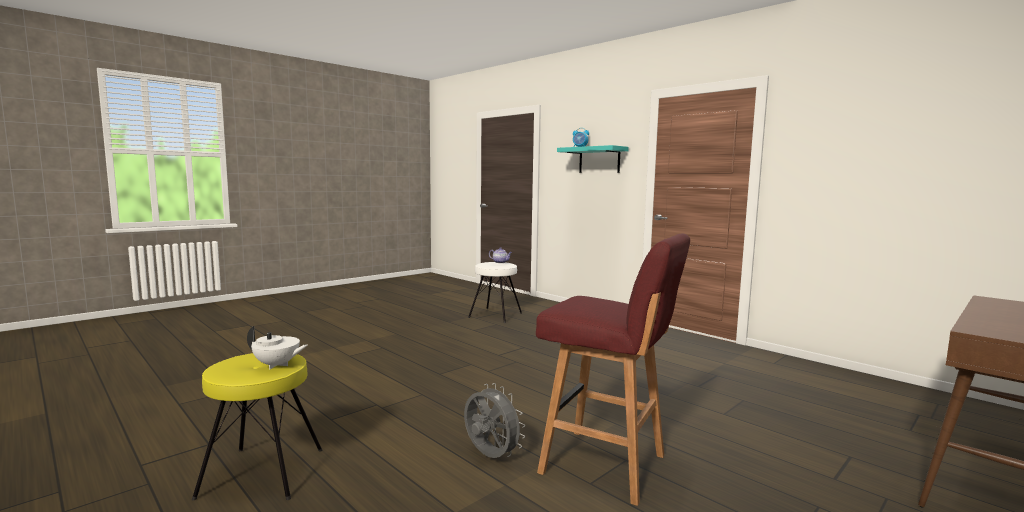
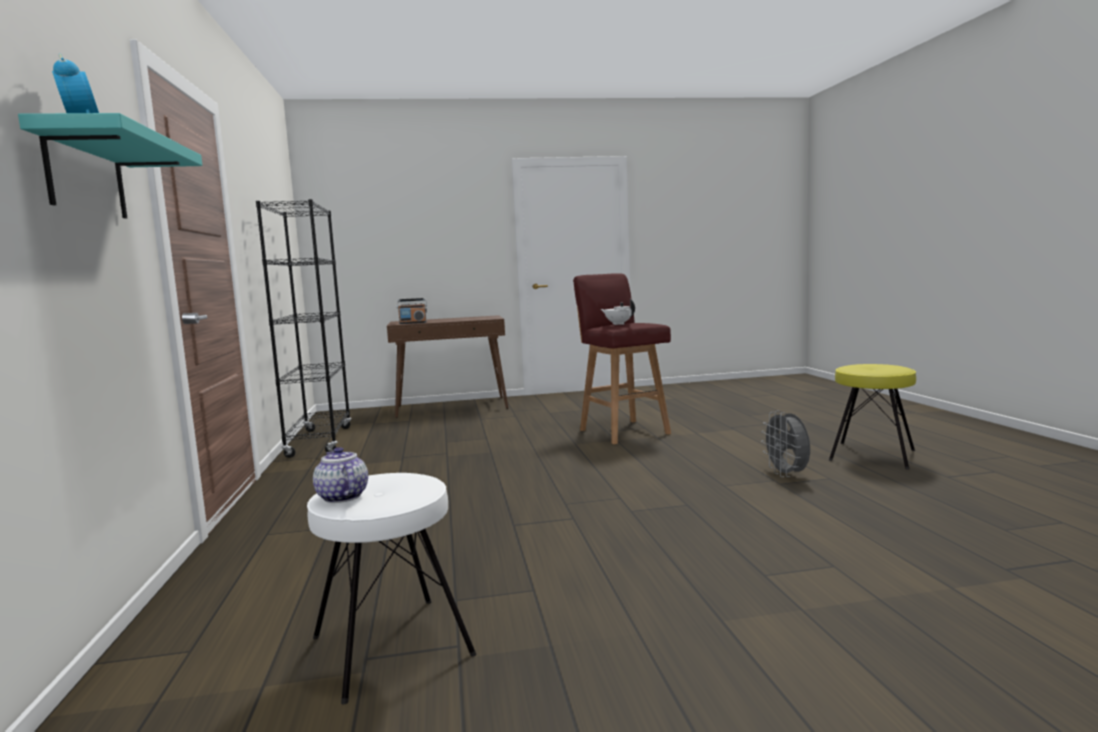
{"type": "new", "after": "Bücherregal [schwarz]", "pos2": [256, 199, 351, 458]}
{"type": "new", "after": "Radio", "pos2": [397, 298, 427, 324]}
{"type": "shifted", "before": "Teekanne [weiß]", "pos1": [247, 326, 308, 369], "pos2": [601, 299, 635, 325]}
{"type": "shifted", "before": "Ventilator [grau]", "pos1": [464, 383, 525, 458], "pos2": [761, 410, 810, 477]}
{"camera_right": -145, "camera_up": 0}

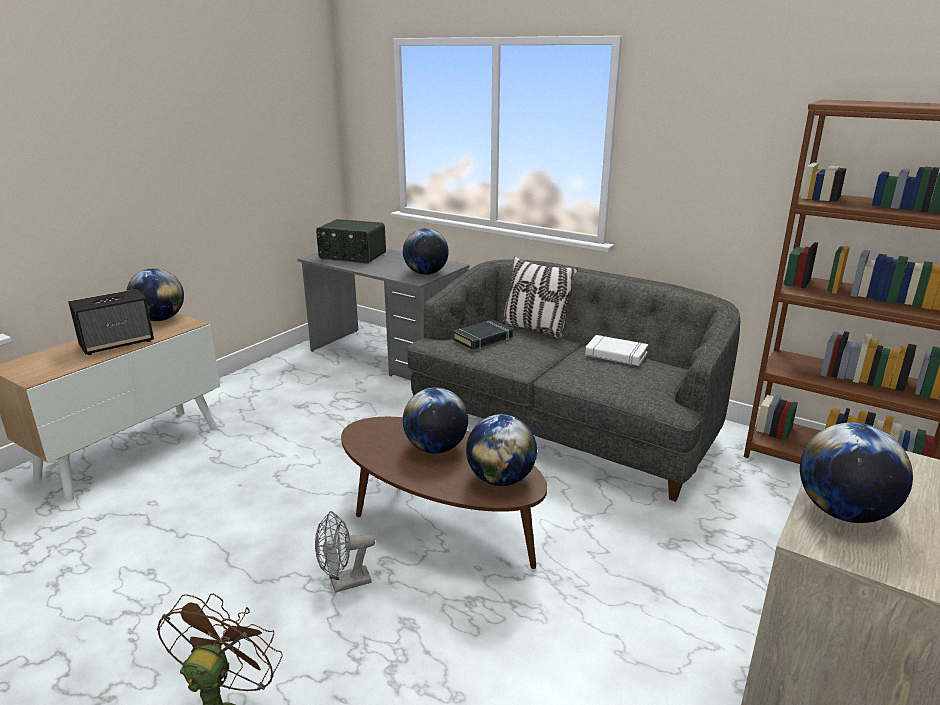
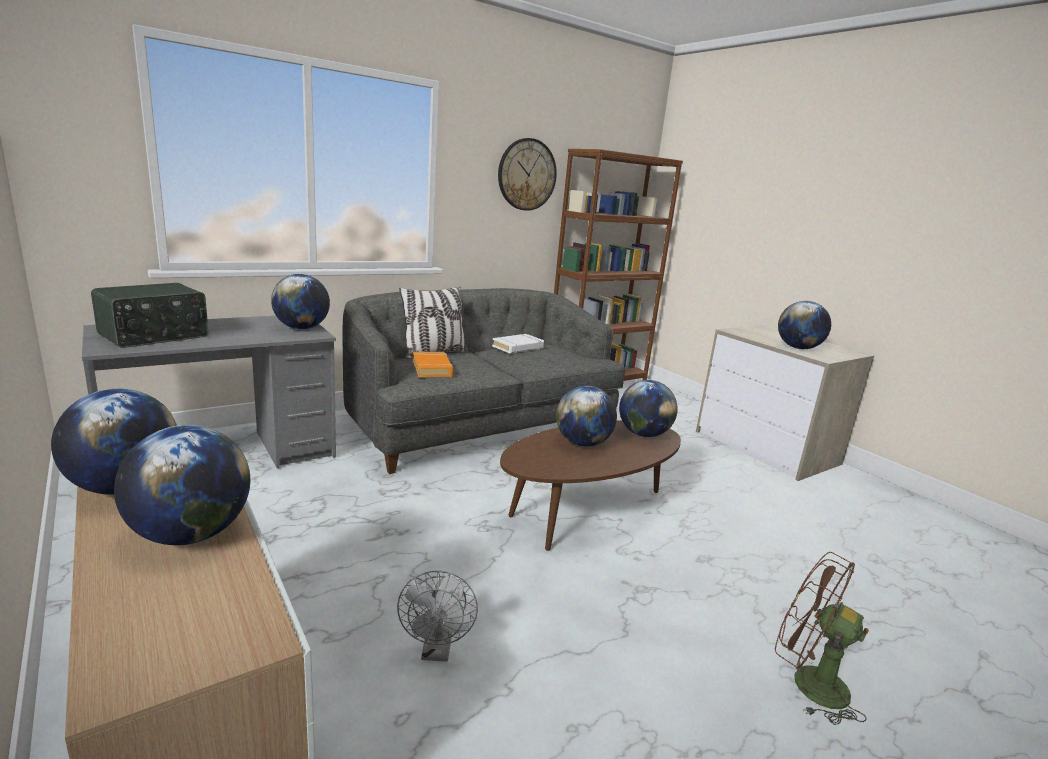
{"type": "swapped", "before": "Lautsprecher", "after": "Globus", "pos1": [68, 289, 154, 355], "pos2": [114, 425, 250, 545]}
{"type": "shifted", "before": "Ventilator [grau]", "pos1": [315, 511, 375, 593], "pos2": [397, 571, 478, 662]}
{"type": "repainted", "before": "Buch [schwarz]", "after": "Buch [orange]", "pos1": [453, 319, 513, 350], "pos2": [413, 352, 453, 377]}
{"type": "new", "after": "Wanduhr", "pos2": [498, 138, 557, 211]}
{"camera_right": -70, "camera_up": -5}

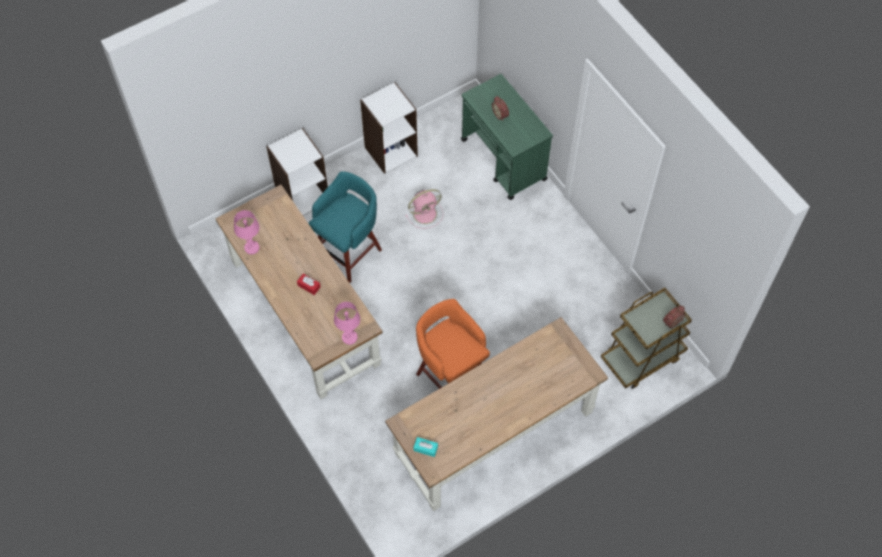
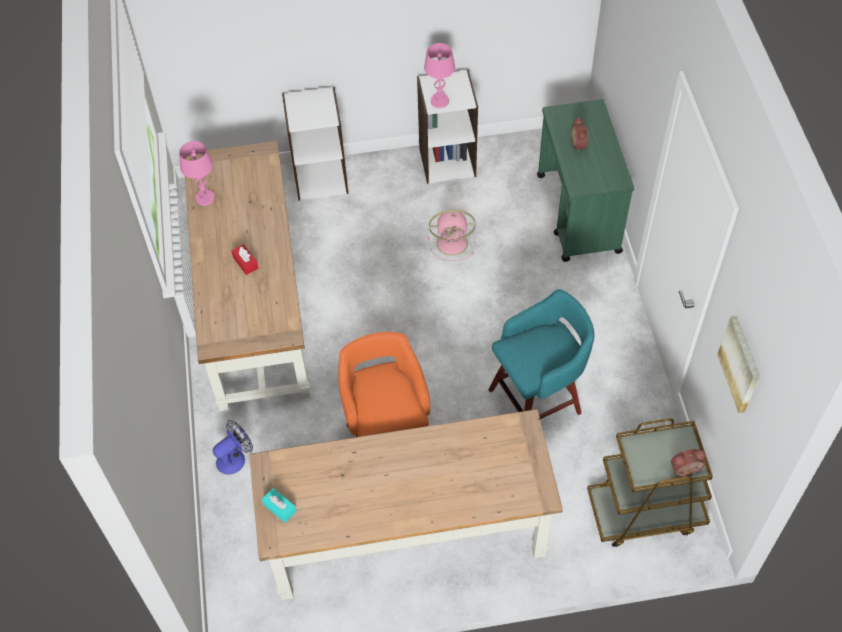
{"type": "new", "after": "Ventilator", "pos2": [213, 420, 253, 475]}
{"type": "shifted", "before": "Tischlampe [rosa]", "pos1": [334, 302, 360, 345], "pos2": [424, 43, 455, 108]}
{"type": "shifted", "before": "Hocker [türkis]", "pos1": [308, 171, 382, 283], "pos2": [489, 289, 594, 419]}
{"type": "new", "after": "Bild", "pos2": [717, 316, 760, 413]}
{"camera_right": 25, "camera_up": -5}

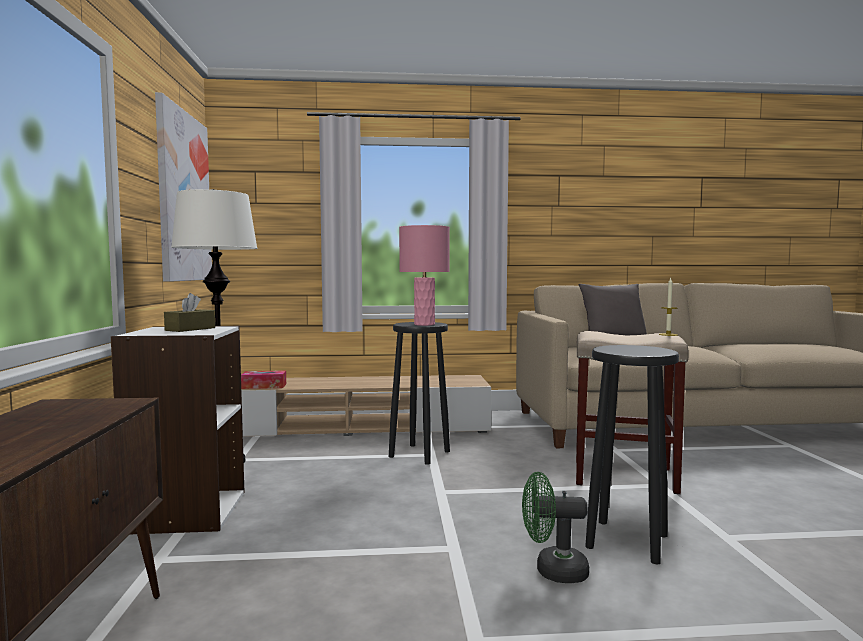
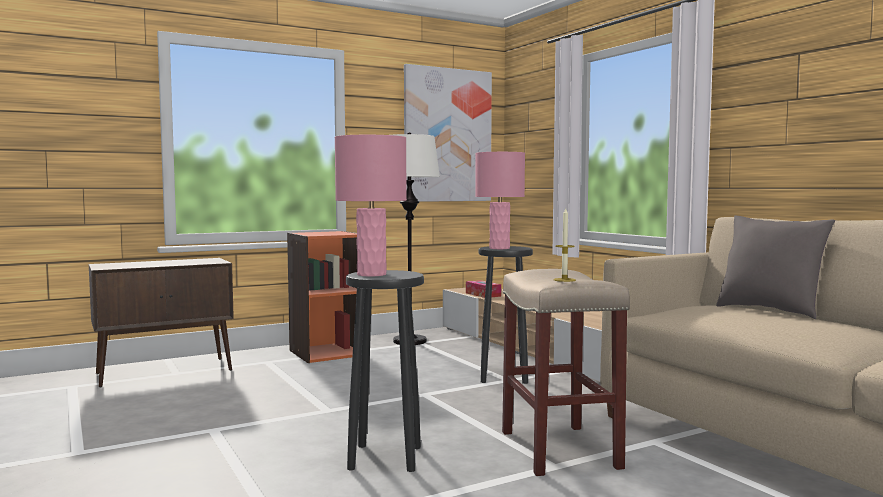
{"type": "repainted", "before": "Bücherregal [weiß]", "after": "Bücherregal [orange]", "pos1": [111, 326, 245, 534], "pos2": [287, 231, 357, 363]}
{"type": "new", "after": "Tischlampe [rosa]", "pos2": [335, 135, 407, 276]}
{"type": "gone", "before": "Taschentuchbox [braun]", "pos1": [164, 293, 215, 332]}
{"type": "gone", "before": "Ventilator [grün]", "pos1": [522, 472, 589, 583]}
{"camera_right": 65, "camera_up": 0}

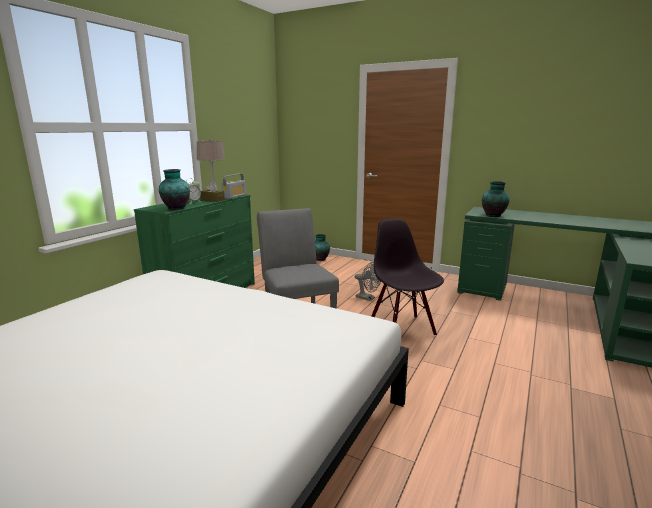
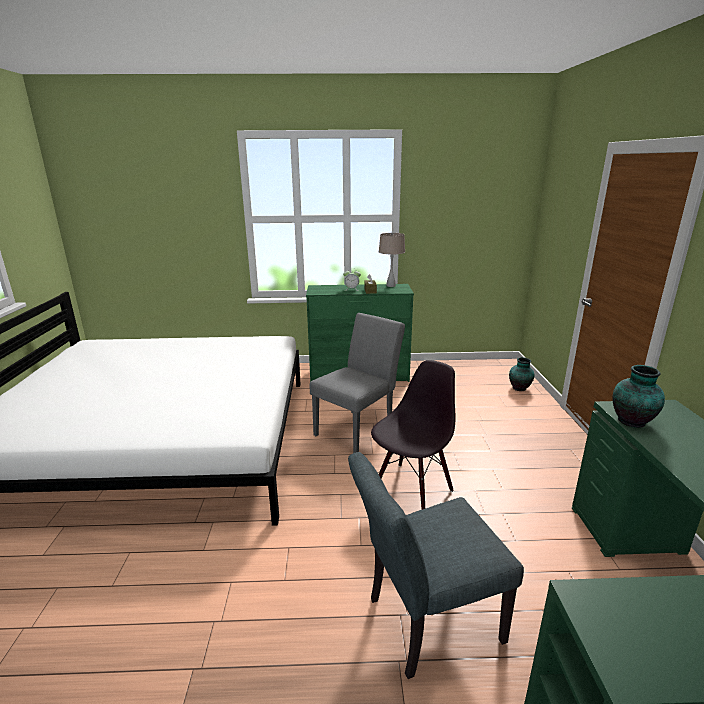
{"type": "new", "after": "Stuhl [grau]", "pos2": [348, 452, 524, 679]}
{"type": "gone", "before": "Vase", "pos1": [159, 169, 190, 210]}
{"type": "gone", "before": "Radio", "pos1": [222, 174, 246, 199]}
{"type": "gone", "before": "Ventilator [grau]", "pos1": [355, 262, 381, 301]}
{"camera_right": 60, "camera_up": 5}

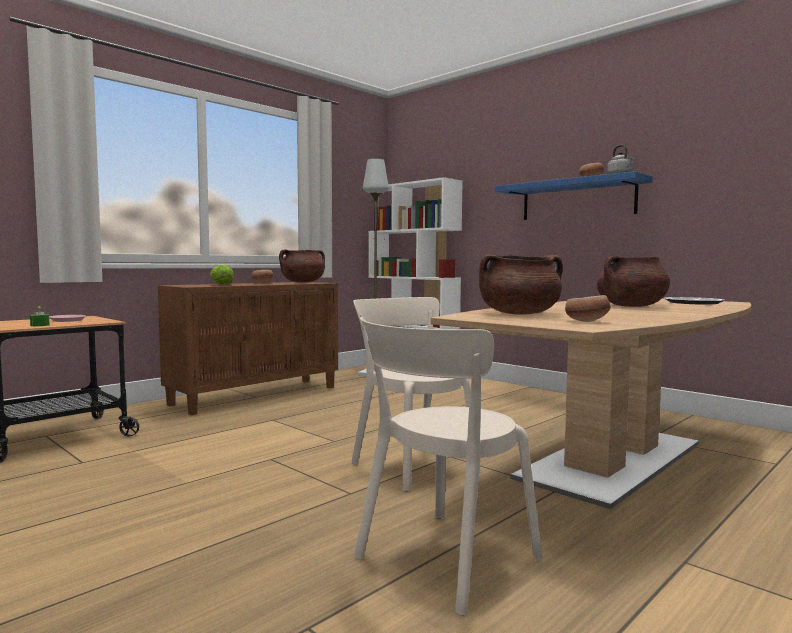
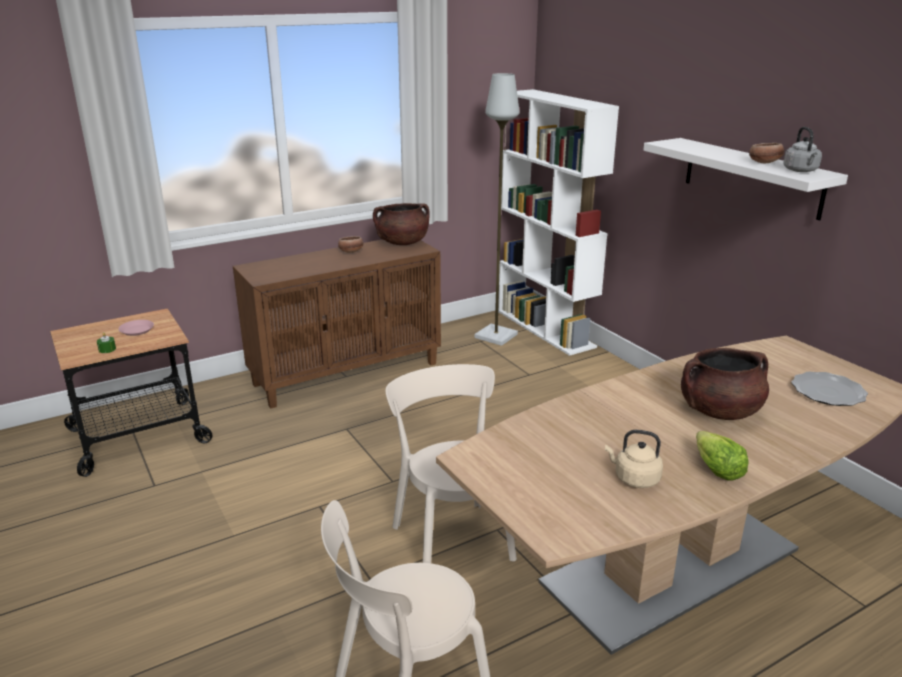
{"type": "new", "after": "Wasserkessel [beige]", "pos2": [605, 430, 663, 488]}
{"type": "repainted", "before": "Wandregal [blau]", "after": "Wandregal [weiß]", "pos1": [495, 171, 653, 220], "pos2": [643, 138, 848, 221]}
{"type": "shifted", "before": "Salatkopf", "pos1": [210, 265, 234, 285], "pos2": [696, 431, 749, 481]}
{"type": "gone", "before": "Kochtopf [braun]", "pos1": [479, 254, 563, 315]}
{"type": "gone", "before": "Schüssel", "pos1": [565, 295, 610, 322]}
{"camera_right": 15, "camera_up": 20}

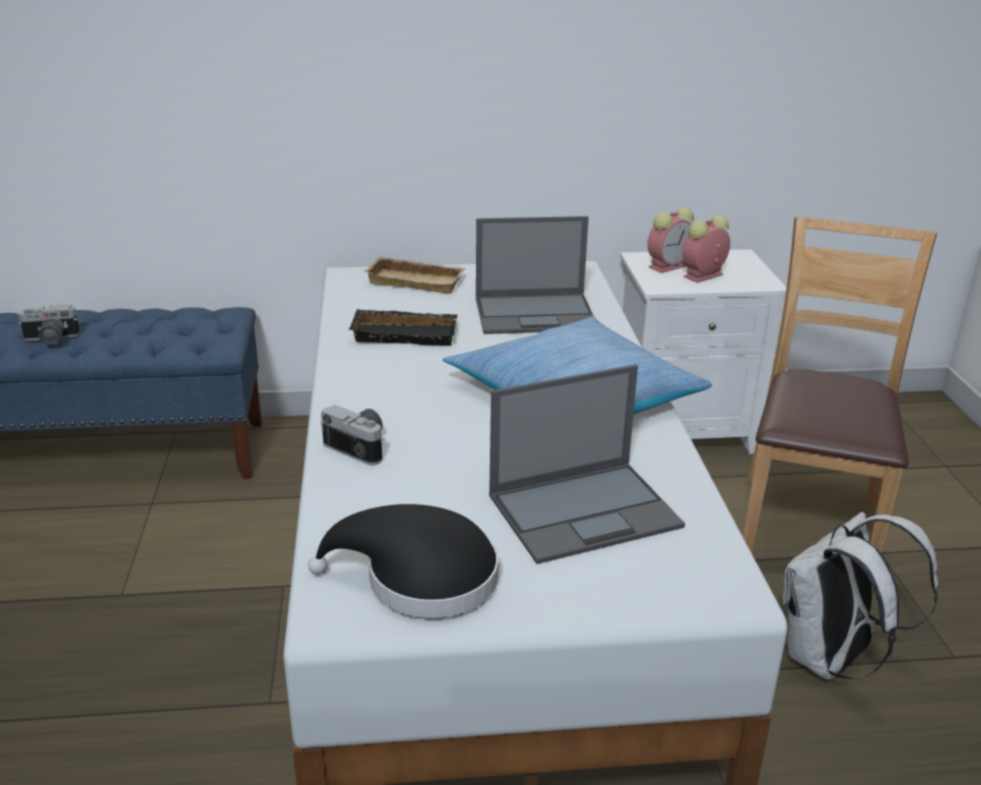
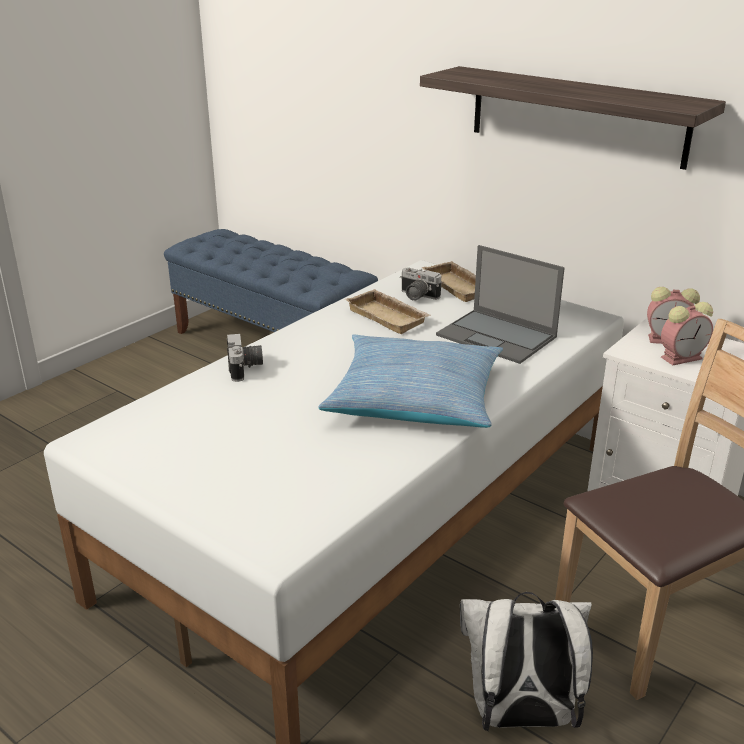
{"type": "repainted", "before": "Tablett [schwarz]", "after": "Tablett [beige]", "pos1": [349, 309, 458, 346], "pos2": [345, 289, 431, 334]}
{"type": "shifted", "before": "Kamera", "pos1": [18, 304, 80, 345], "pos2": [400, 268, 442, 301]}
{"type": "new", "after": "Wandregal", "pos2": [420, 66, 726, 170]}
{"type": "rotated", "before": "Wecker", "pos1": [682, 216, 730, 283], "pos2": [661, 302, 713, 365], "turn": 150}
{"type": "gone", "before": "Hut [schwarz]", "pos1": [308, 504, 498, 618]}
{"type": "gone", "before": "Laptop", "pos1": [489, 364, 685, 564]}
{"camera_right": 45, "camera_up": 0}

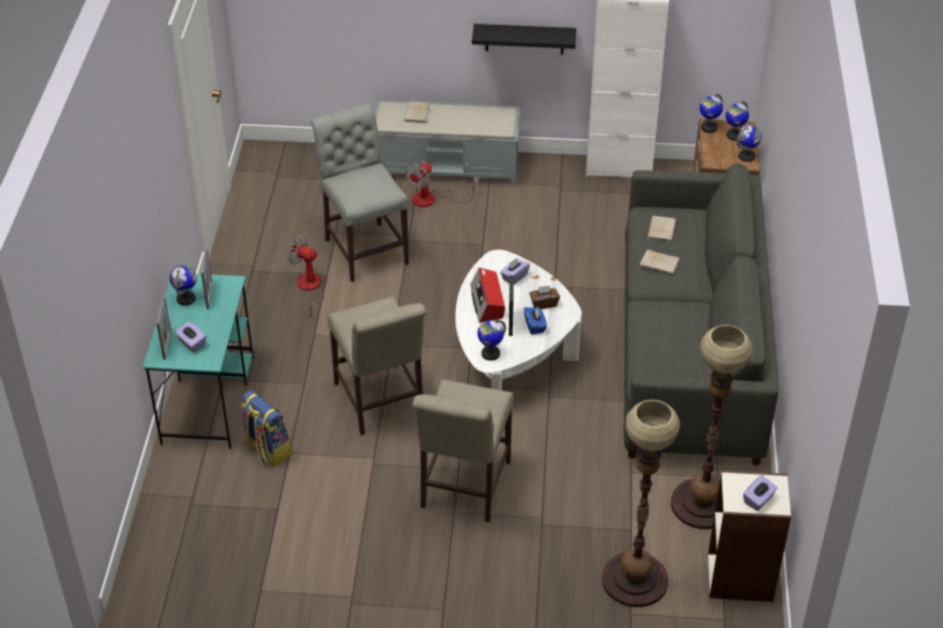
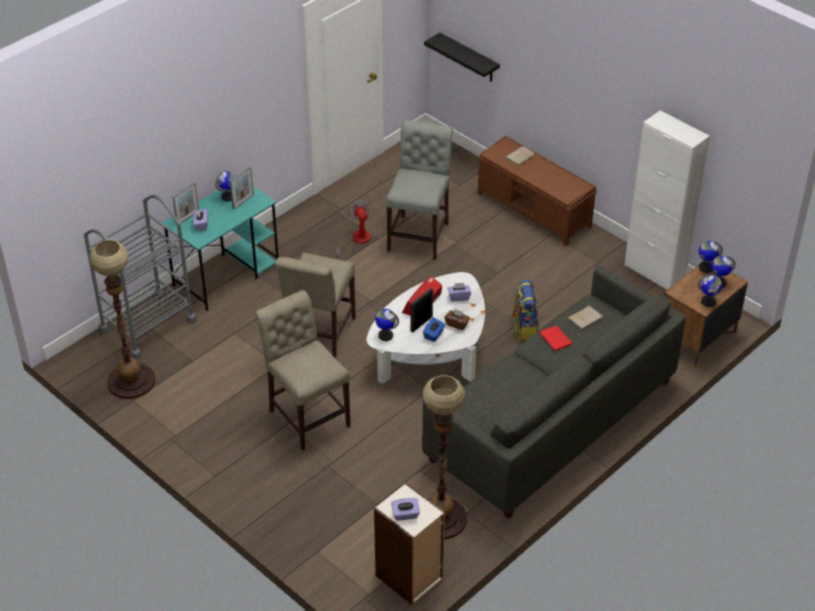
{"type": "new", "after": "Rollwagen [grau]", "pos2": [84, 195, 197, 359]}
{"type": "shifted", "before": "Stehlampe", "pos1": [602, 400, 680, 607], "pos2": [89, 240, 155, 399]}
{"type": "rotated", "before": "Stuhl [beige]", "pos1": [412, 379, 514, 522], "pos2": [255, 290, 351, 451], "turn": 90}
{"type": "shifted", "before": "Wandregal [schwarz]", "pos1": [472, 24, 576, 54], "pos2": [424, 33, 500, 82]}
{"type": "repainted", "before": "Bank [grau]", "after": "Bank [braun]", "pos1": [375, 100, 520, 186], "pos2": [478, 136, 597, 246]}
{"type": "shifted", "before": "Rucksack", "pos1": [240, 390, 291, 467], "pos2": [511, 279, 539, 340]}
{"type": "repainted", "before": "Buch [beige]", "after": "Buch [rot]", "pos1": [640, 249, 679, 274], "pos2": [539, 325, 572, 351]}
{"type": "gone", "before": "Ventilator", "pos1": [405, 162, 479, 207]}
{"camera_right": 40, "camera_up": 0}

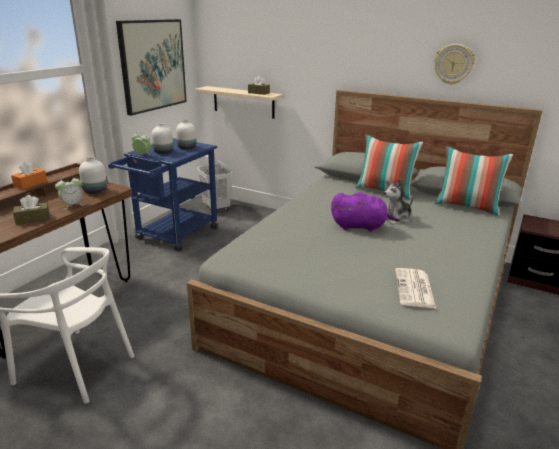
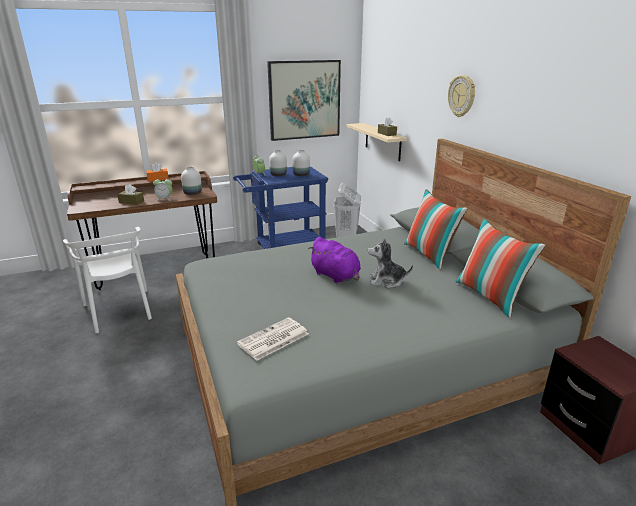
{"type": "shifted", "before": "Wanduhr", "pos1": [434, 44, 475, 85], "pos2": [448, 75, 475, 117]}
{"camera_right": 40, "camera_up": 0}

